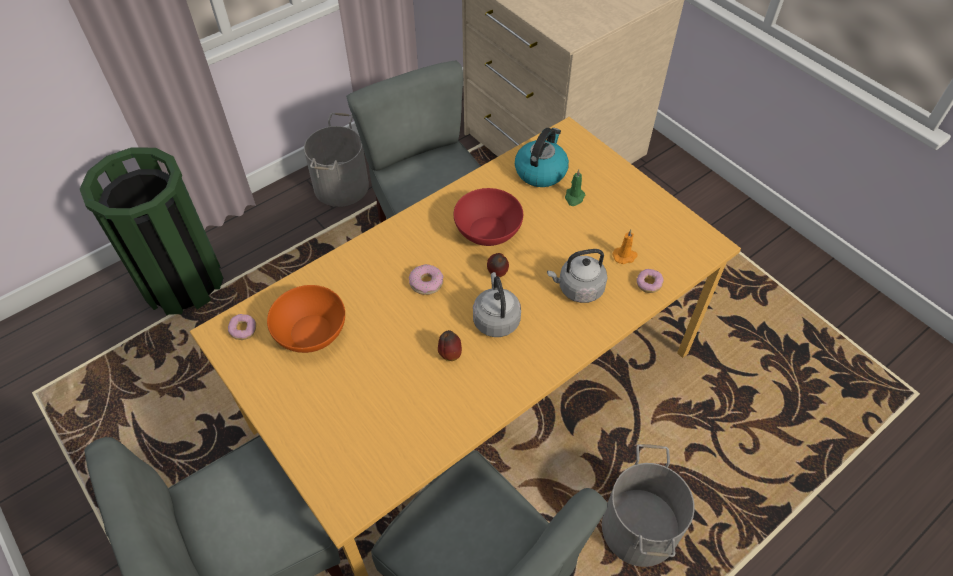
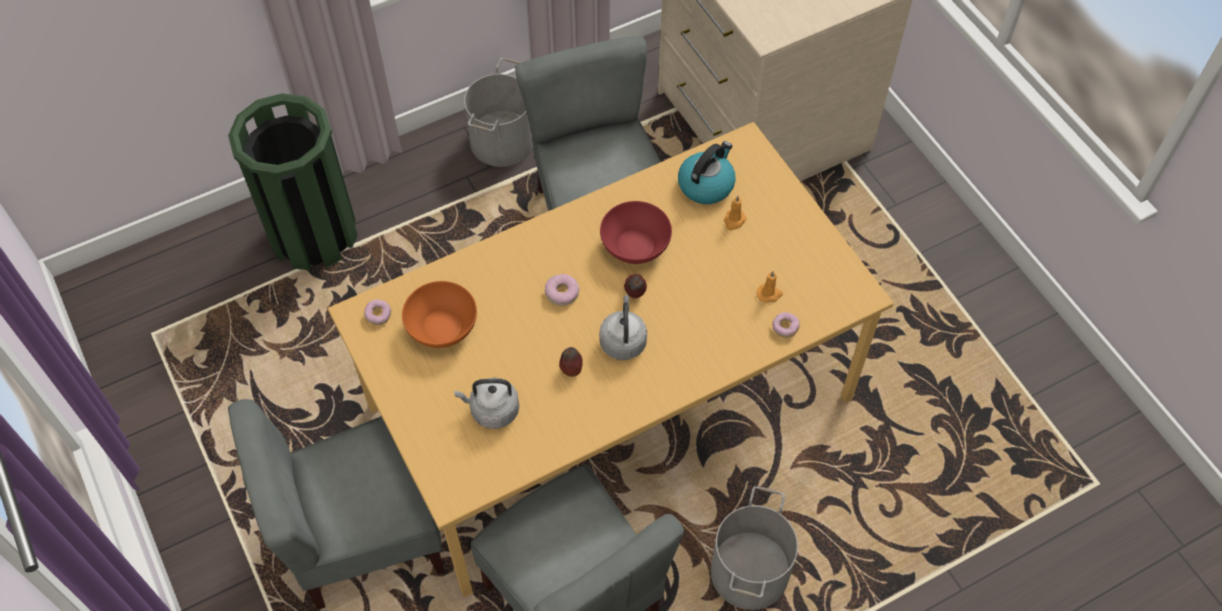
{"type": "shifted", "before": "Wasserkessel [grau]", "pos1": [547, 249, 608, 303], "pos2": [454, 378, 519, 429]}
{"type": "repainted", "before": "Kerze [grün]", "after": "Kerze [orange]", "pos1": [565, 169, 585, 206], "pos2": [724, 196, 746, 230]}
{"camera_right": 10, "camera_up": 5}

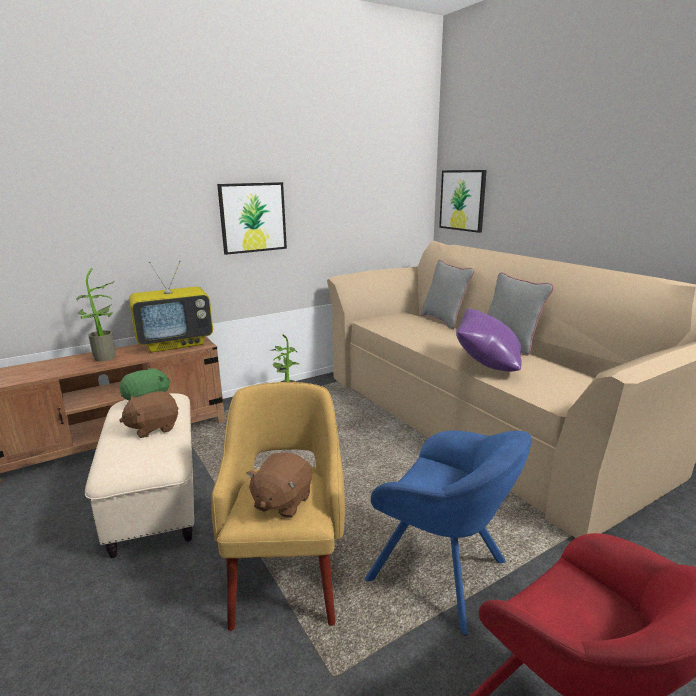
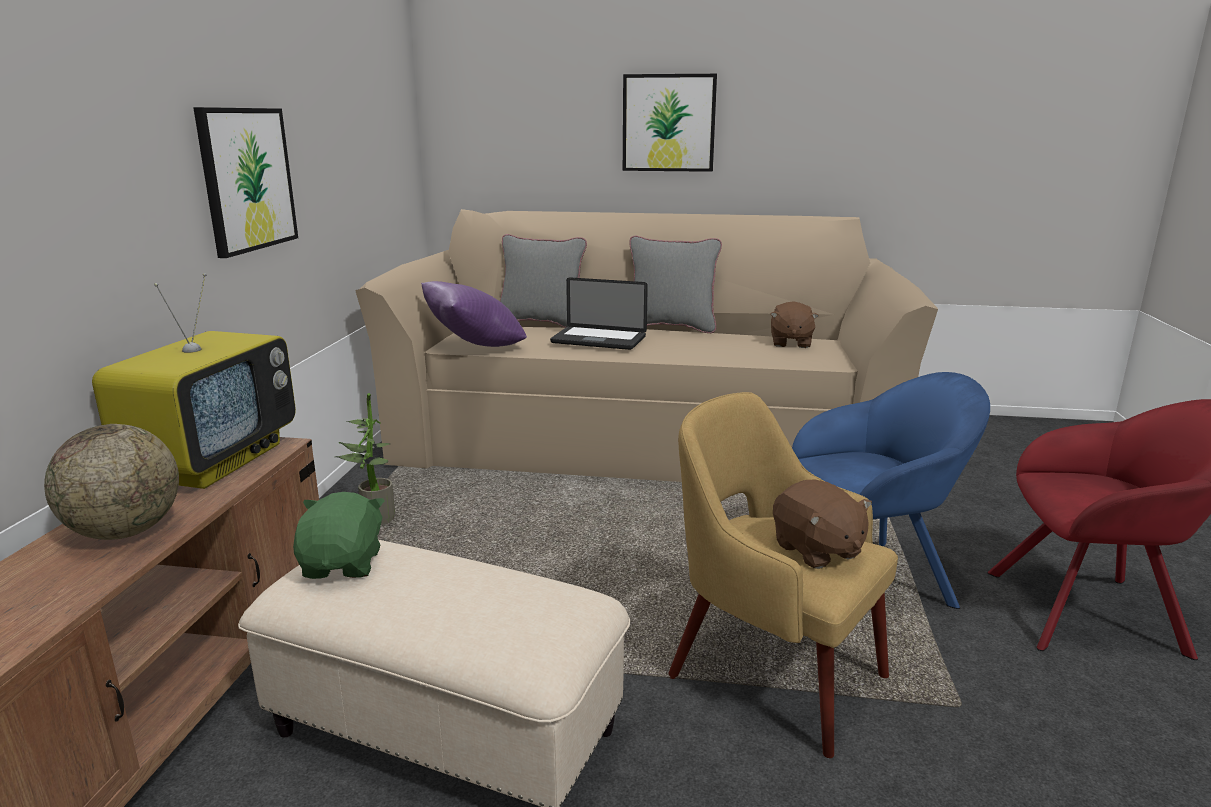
{"type": "swapped", "before": "Topfpflanze", "after": "Globus", "pos1": [76, 268, 116, 361], "pos2": [44, 424, 179, 540]}
{"type": "shifted", "before": "Kissen [lila]", "pos1": [456, 308, 522, 372], "pos2": [421, 281, 527, 347]}
{"type": "new", "after": "Laptop", "pos2": [550, 277, 648, 350]}
{"type": "shifted", "before": "Bild", "pos1": [439, 170, 487, 233], "pos2": [623, 74, 717, 172]}
{"type": "shifted", "before": "Plüschtier [braun]", "pos1": [119, 391, 179, 438], "pos2": [771, 301, 819, 348]}
{"camera_right": -50, "camera_up": 0}

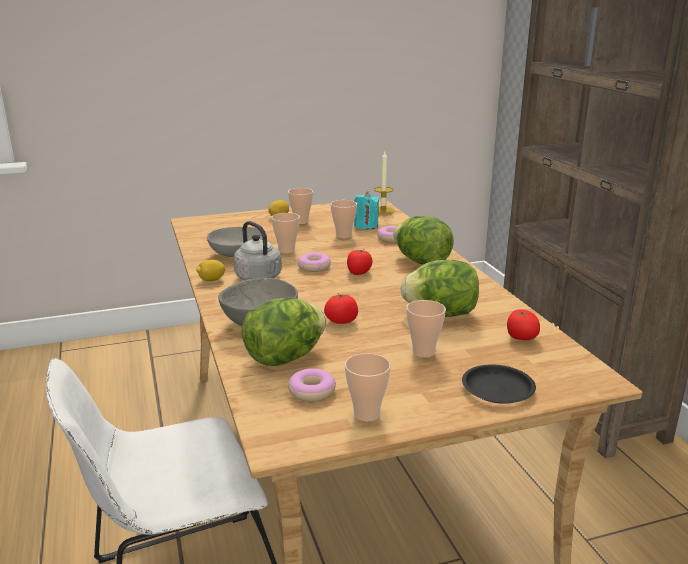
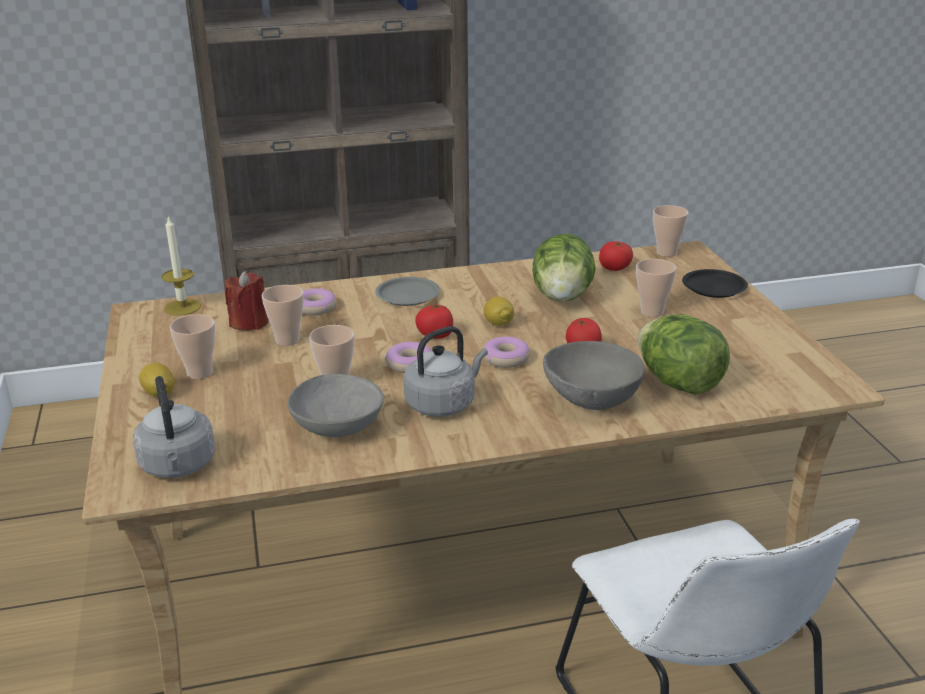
{"type": "new", "after": "Wasserkessel [grau]", "pos2": [133, 376, 215, 478]}
{"type": "repainted", "before": "Kerze [türkis]", "after": "Kerze [rot]", "pos1": [354, 191, 379, 230], "pos2": [225, 271, 269, 331]}
{"type": "swapped", "before": "Salatkopf", "after": "Teller [grau]", "pos1": [394, 216, 454, 265], "pos2": [375, 277, 440, 306]}
{"type": "shifted", "before": "Zitrone", "pos1": [196, 260, 225, 281], "pos2": [484, 297, 514, 326]}
{"type": "shifted", "before": "Donut", "pos1": [288, 368, 336, 402], "pos2": [484, 336, 530, 368]}
{"type": "shifted", "before": "Tasse", "pos1": [345, 353, 391, 422], "pos2": [653, 205, 688, 257]}
{"camera_right": -85, "camera_up": 5}

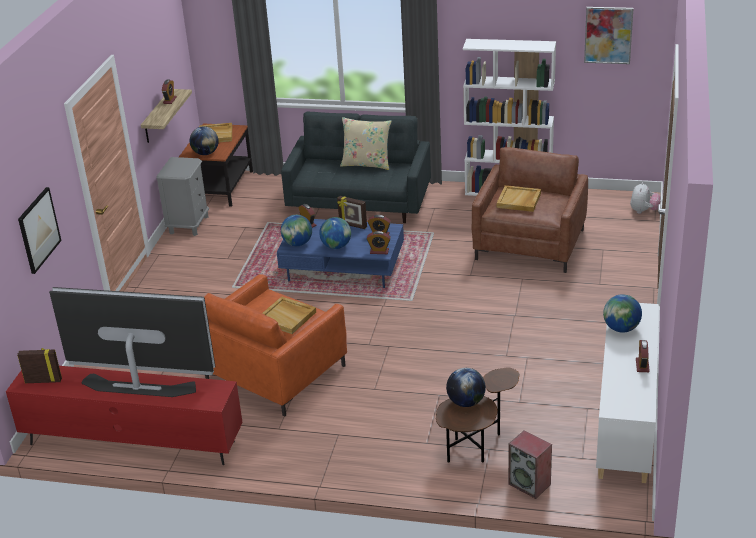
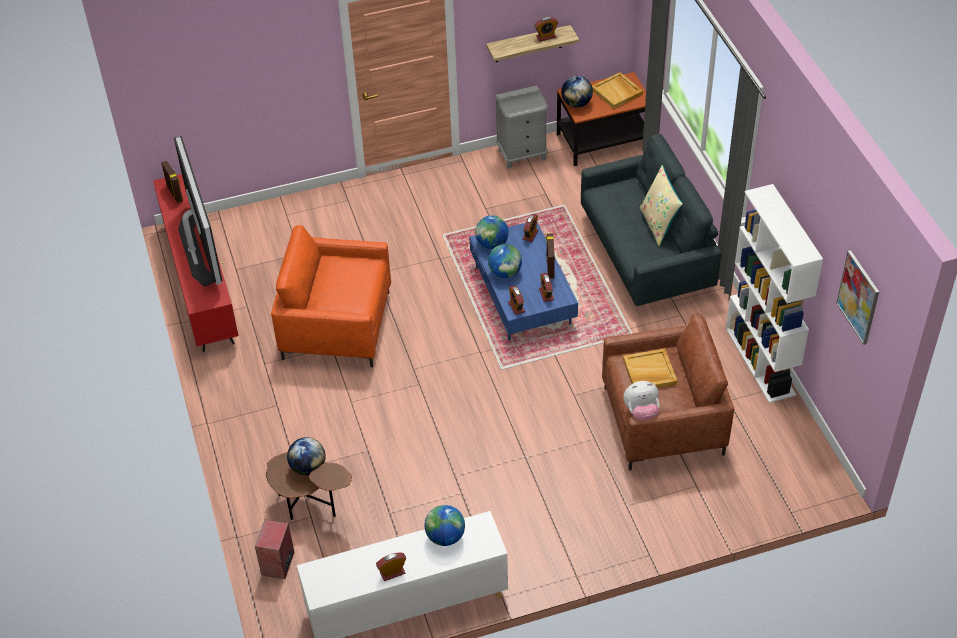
{"type": "shifted", "before": "Plüschtier", "pos1": [630, 182, 661, 214], "pos2": [623, 381, 660, 420]}
{"type": "gone", "before": "Bild", "pos1": [18, 187, 62, 274]}
{"type": "gone", "before": "Tablett [beige]", "pos1": [262, 296, 316, 334]}
{"camera_right": 60, "camera_up": 15}

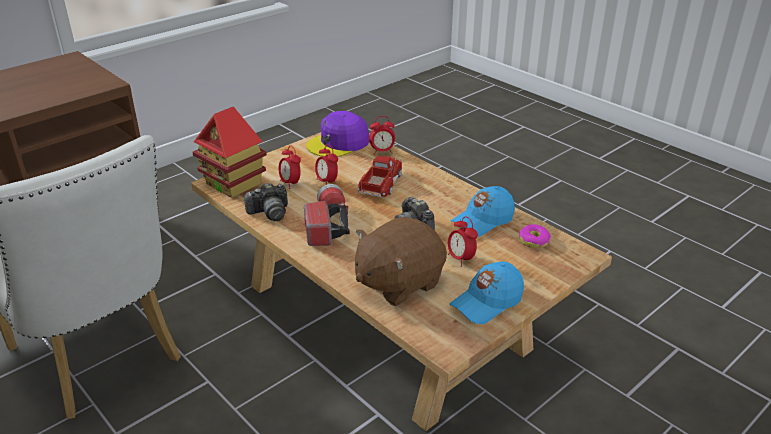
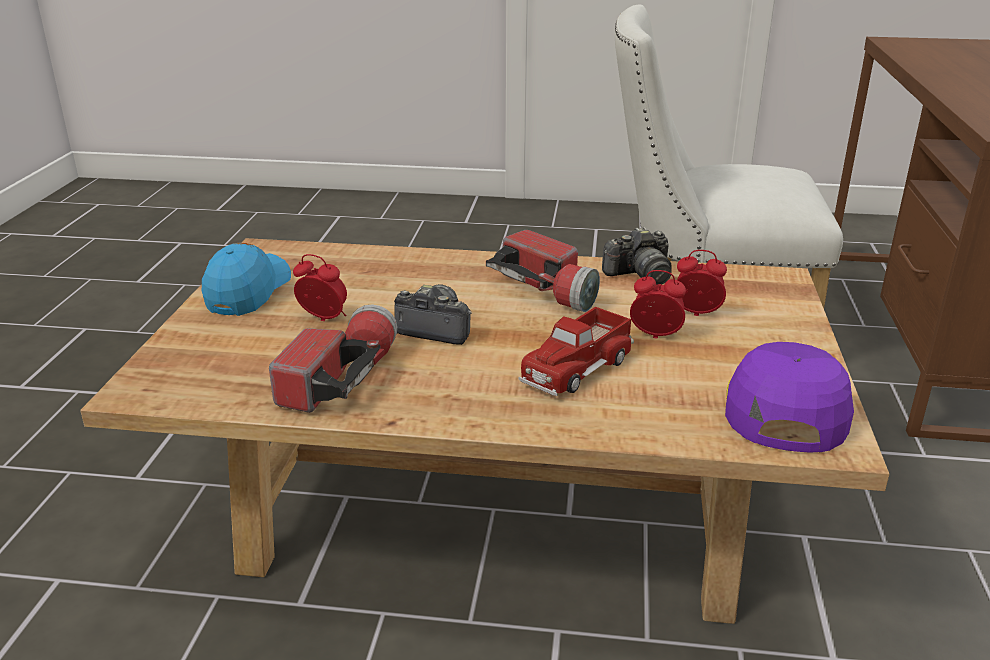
{"type": "swapped", "before": "Kappe [blau]", "after": "Taschenlampe", "pos1": [451, 186, 515, 237], "pos2": [269, 305, 398, 413]}
{"type": "rotated", "before": "Spielzeuglaster", "pos1": [357, 156, 402, 197], "pos2": [519, 307, 634, 396], "turn": 60}
{"type": "rotated", "before": "Kamera", "pos1": [243, 183, 288, 221], "pos2": [602, 227, 672, 285], "turn": -135}
{"type": "gone", "before": "Spielzeughaus", "pos1": [193, 107, 267, 198]}
{"type": "gone", "before": "Plüschtier [braun]", "pos1": [355, 217, 447, 306]}
{"type": "gone", "before": "Wecker", "pos1": [369, 116, 395, 155]}
{"type": "gone", "before": "Donut", "pos1": [519, 224, 551, 248]}
{"camera_right": 140, "camera_up": -5}

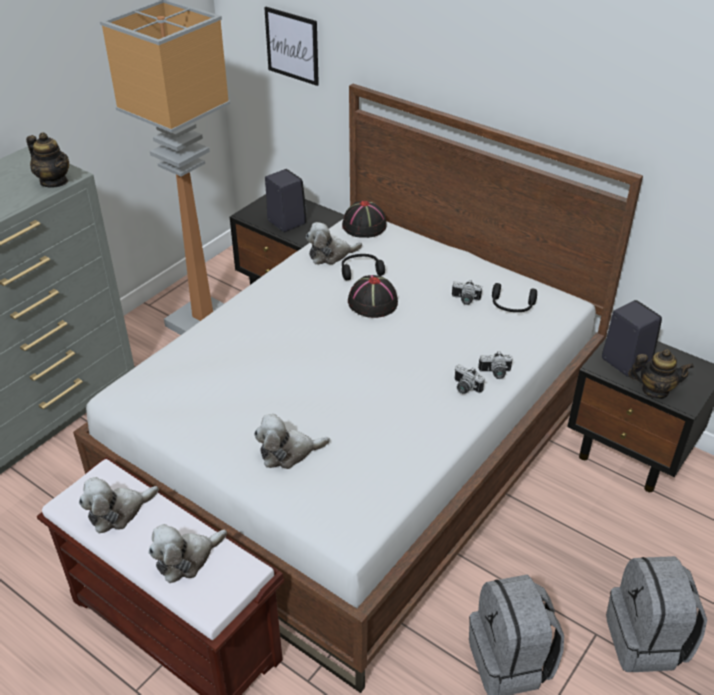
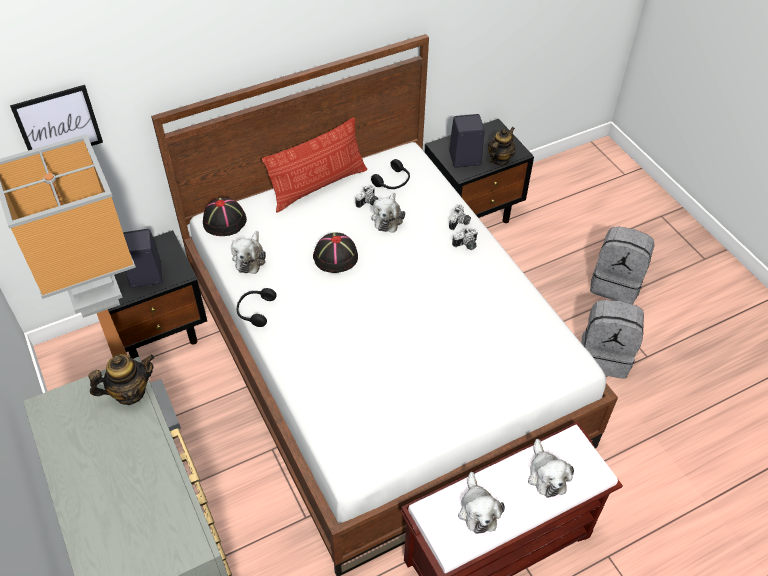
{"type": "shifted", "before": "Kopfhörer [schwarz]", "pos1": [342, 254, 385, 280], "pos2": [237, 288, 276, 327]}
{"type": "new", "after": "Kissen", "pos2": [262, 117, 367, 213]}
{"type": "shifted", "before": "Plüschtier", "pos1": [254, 414, 330, 469], "pos2": [371, 193, 405, 232]}
{"camera_right": -65, "camera_up": 10}

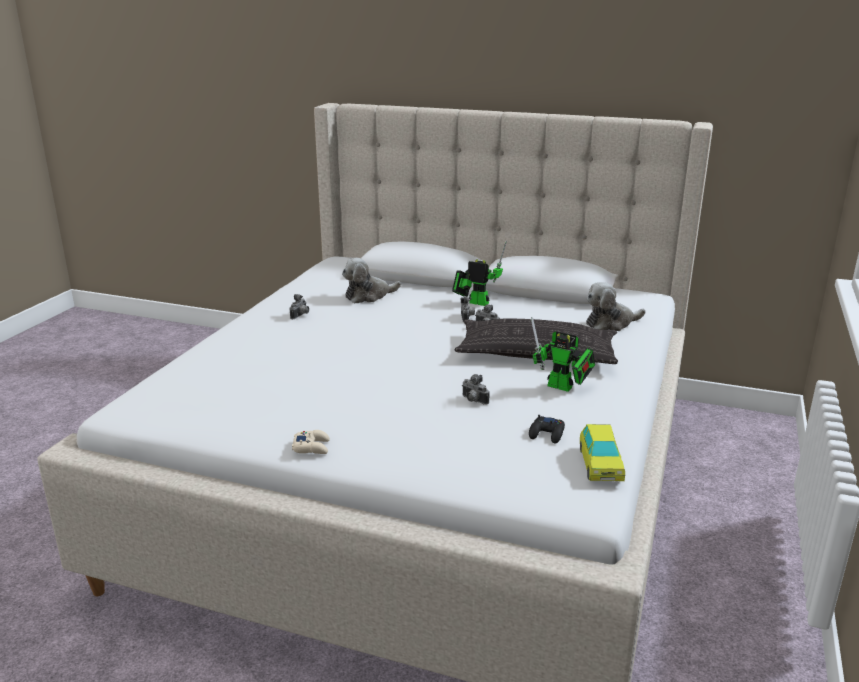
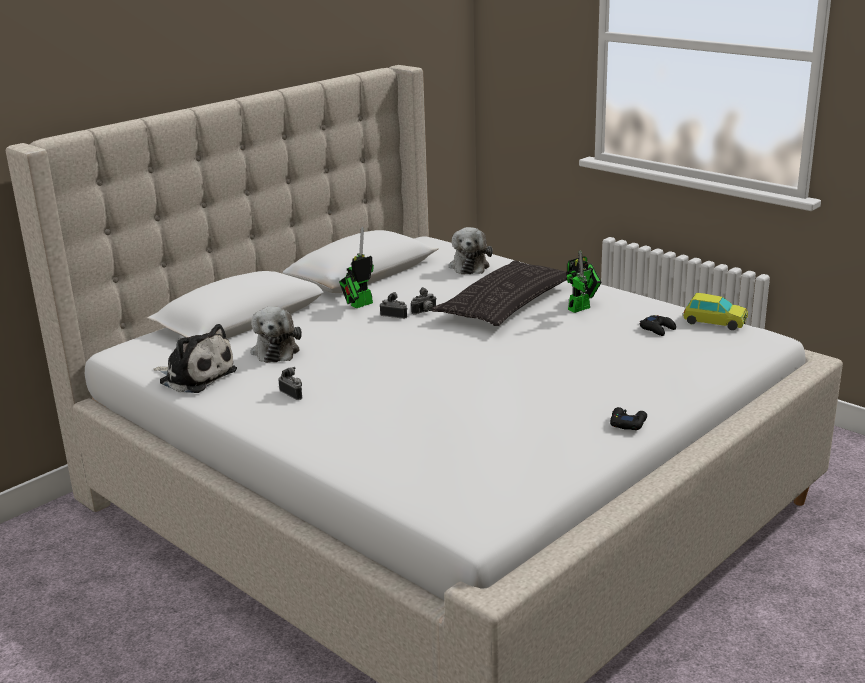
{"type": "new", "after": "Plüschtier", "pos2": [154, 324, 237, 393]}
{"type": "repainted", "before": "Gamepad [beige]", "after": "Gamepad [schwarz]", "pos1": [292, 430, 330, 454], "pos2": [610, 407, 647, 430]}
{"type": "gone", "before": "Kamera", "pos1": [462, 374, 490, 405]}
{"camera_right": -65, "camera_up": 0}

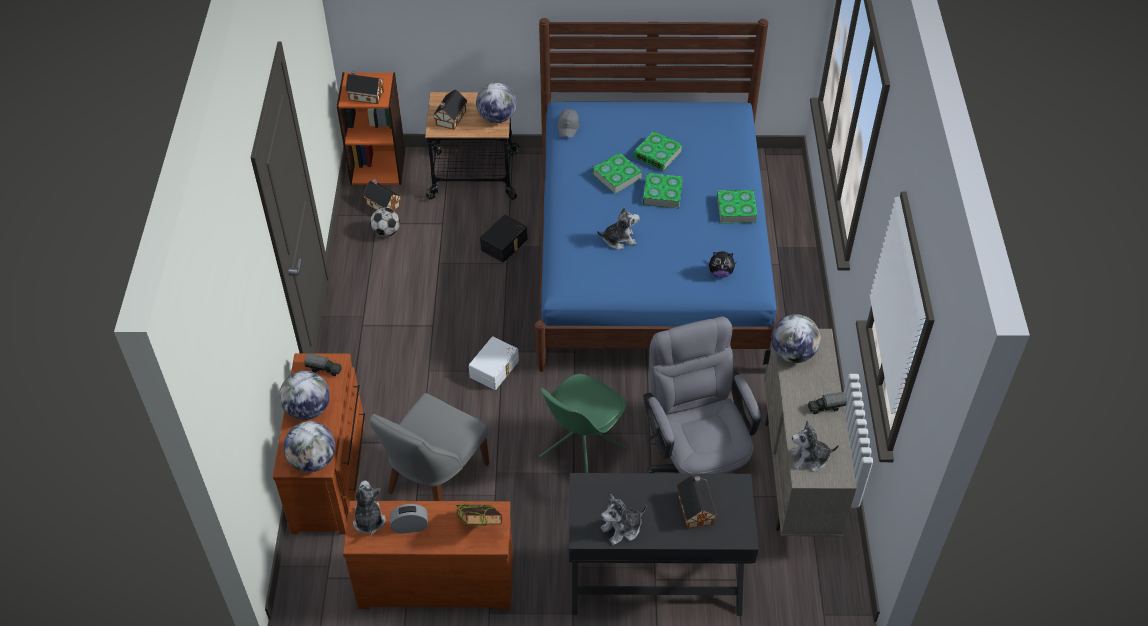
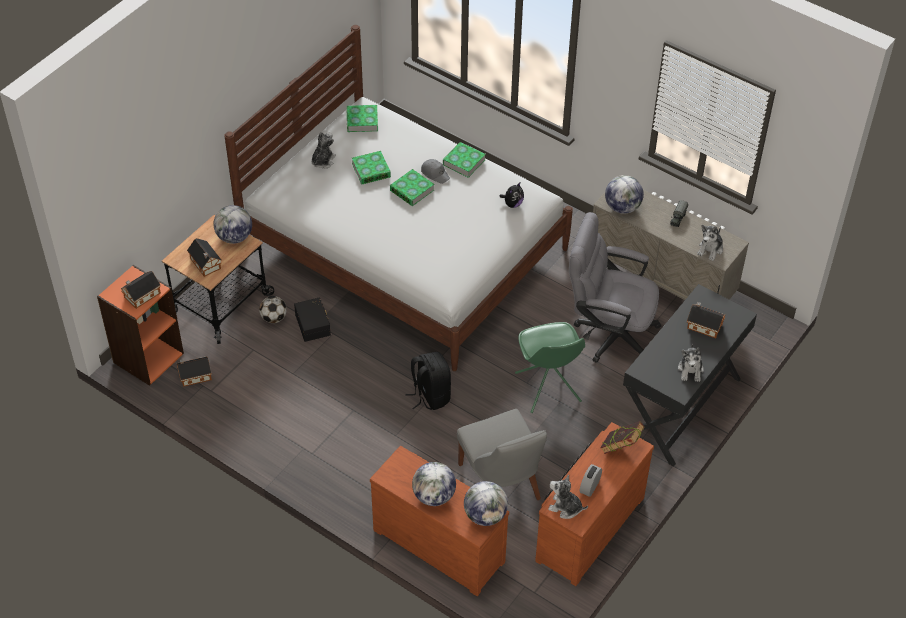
{"type": "repainted", "before": "Bett [blau]", "after": "Bett [weiß]", "pos1": [535, 18, 779, 372], "pos2": [224, 25, 573, 371]}
{"type": "shifted", "before": "Fußball", "pos1": [370, 208, 400, 237], "pos2": [259, 296, 287, 323]}
{"type": "shifted", "before": "Plüschtier", "pos1": [597, 207, 640, 250], "pos2": [311, 132, 336, 169]}
{"type": "shifted", "before": "Buch", "pos1": [592, 153, 642, 194], "pos2": [347, 105, 378, 132]}
{"type": "swapped", "before": "Aufbewahrungsbox [weiß]", "after": "Rucksack [schwarz]", "pos1": [469, 336, 519, 390], "pos2": [405, 352, 451, 410]}
{"type": "shifted", "before": "Kappe [grau]", "pos1": [557, 109, 579, 137], "pos2": [421, 159, 450, 184]}
{"type": "gone", "before": "Spielzeuglaster", "pos1": [304, 353, 342, 376]}
{"camera_right": -55, "camera_up": 0}

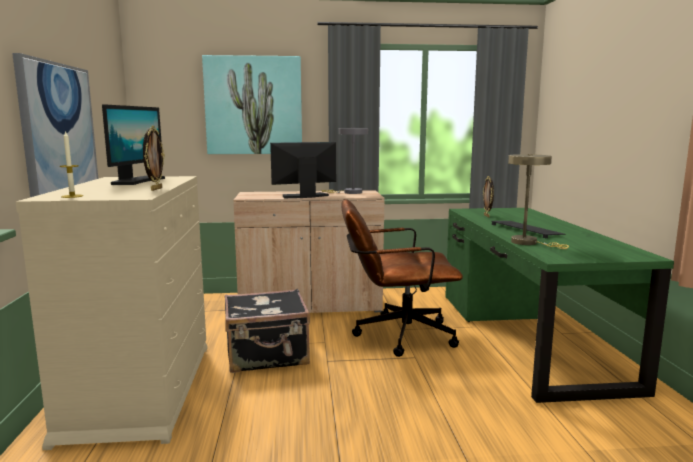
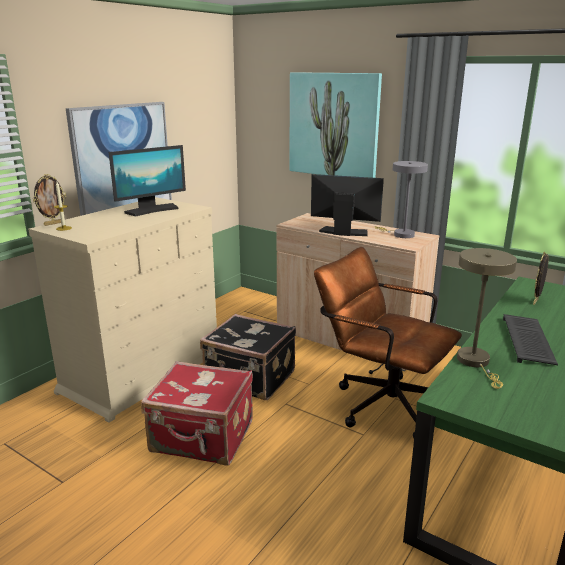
{"type": "shifted", "before": "Bilderrahmen", "pos1": [143, 126, 165, 191], "pos2": [33, 174, 66, 226]}
{"type": "new", "after": "Koffer [rot]", "pos2": [141, 361, 253, 466]}
{"camera_right": 40, "camera_up": 10}

